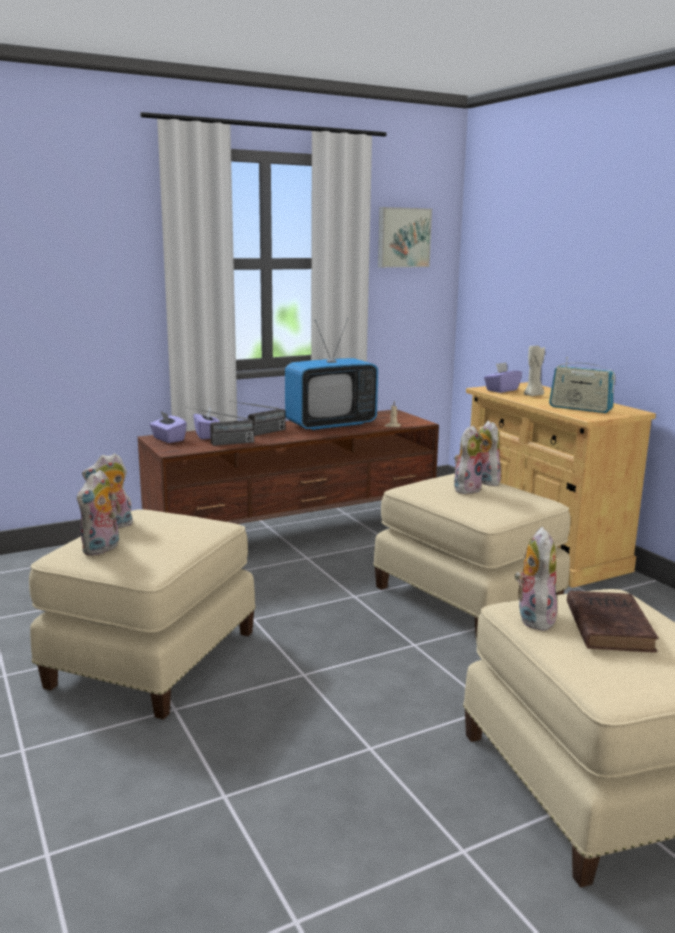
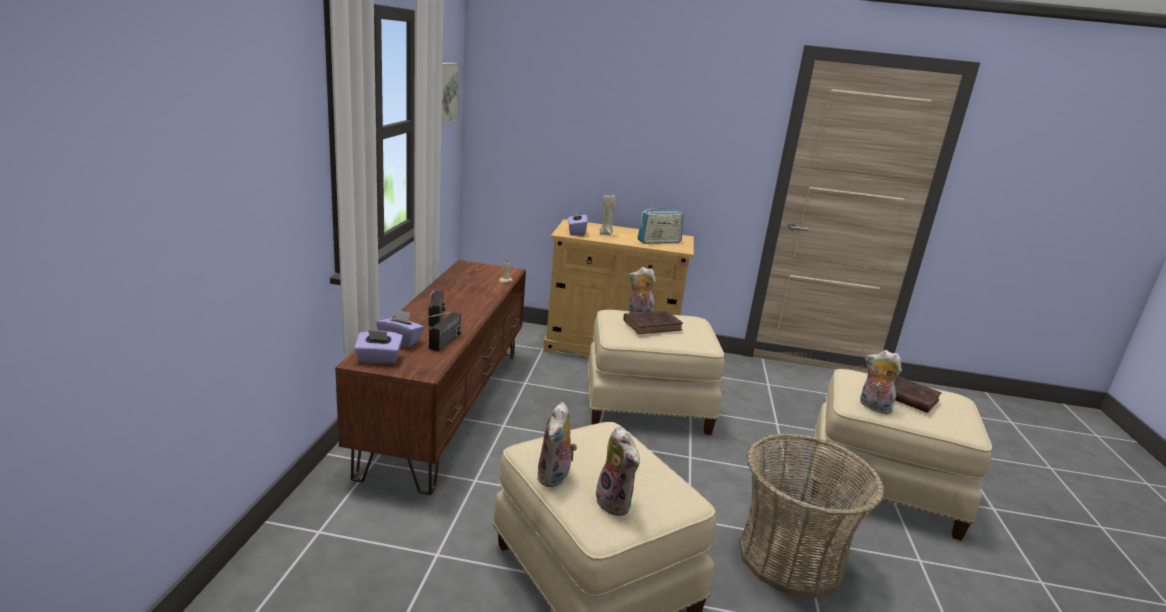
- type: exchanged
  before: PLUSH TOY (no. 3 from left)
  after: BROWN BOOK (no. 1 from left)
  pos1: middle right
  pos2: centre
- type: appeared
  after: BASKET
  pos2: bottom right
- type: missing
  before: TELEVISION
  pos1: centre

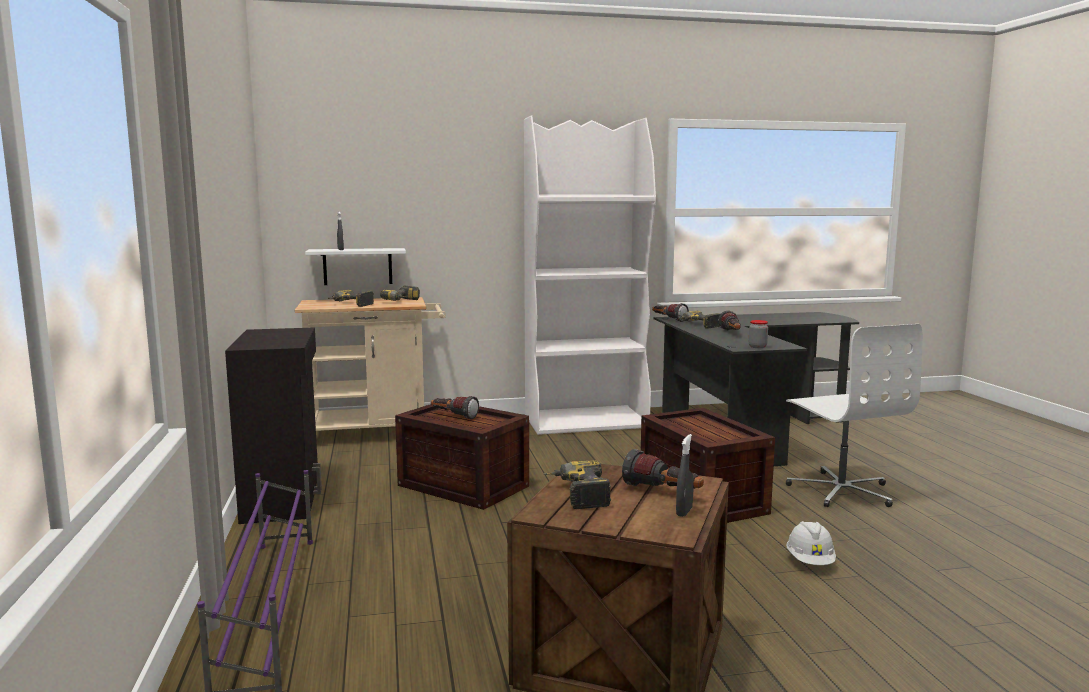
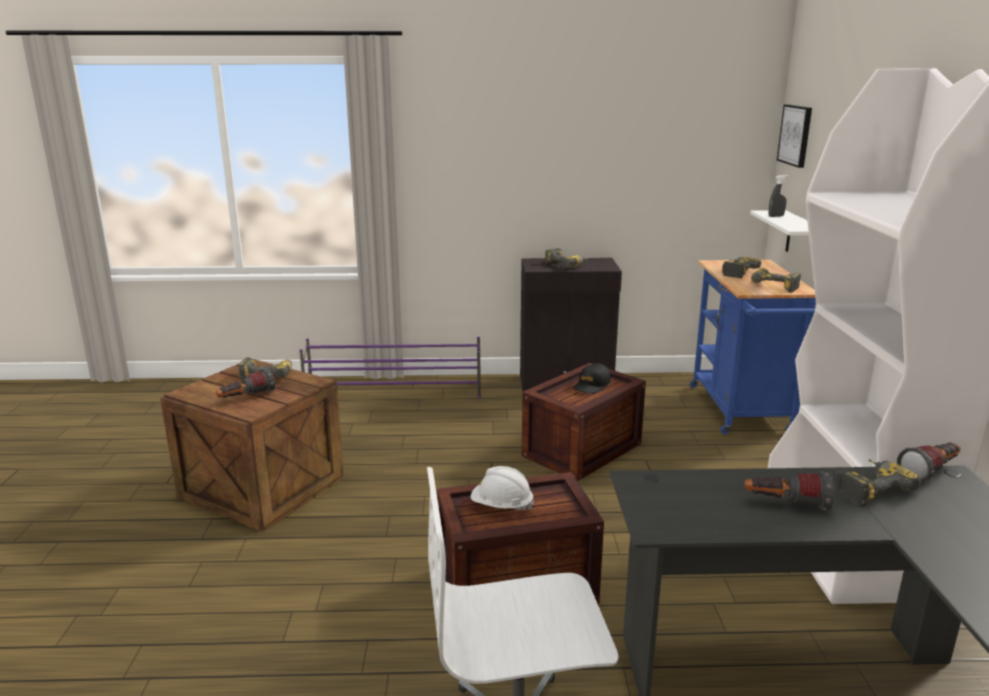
- type: relocated
  before: WHITE HARD HAT
  pos1: bottom right
  pos2: bottom centre
- type: appeared
  after: POWER DRILL (no. 2 from left)
  pos2: centre
- type: exchanged
  before: FLASHLIGHT (no. 1 from left)
  after: BLACK CAP
  pos1: centre
  pos2: centre
- type: colour
  before: BEIGE CART
  after: BLUE CART
  pos1: centre
  pos2: middle right
- type: appeared
  after: PICTURE
  pos2: top right
- type: missing
  before: GREY SPRAY BOTTLE (no. 2 from left)
  pos1: bottom centre
- type: missing
  before: JAR
  pos1: middle right

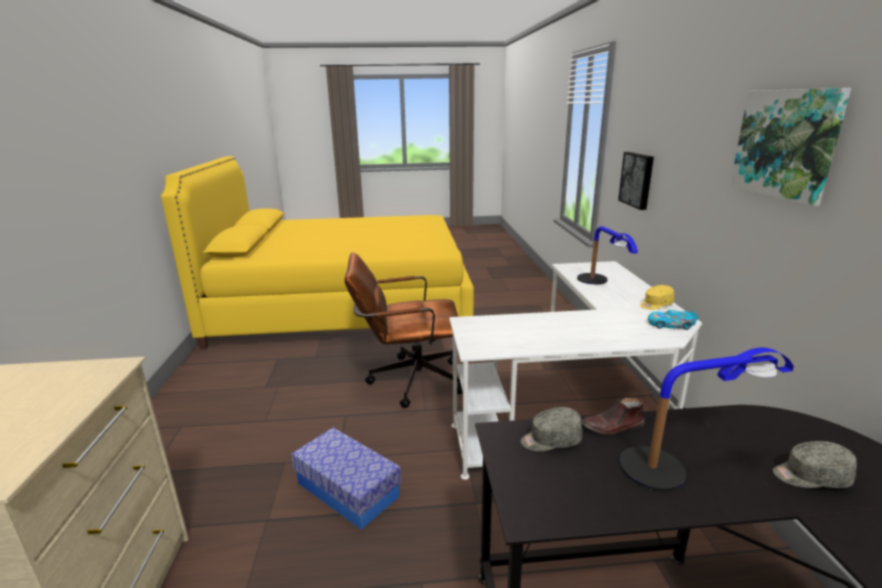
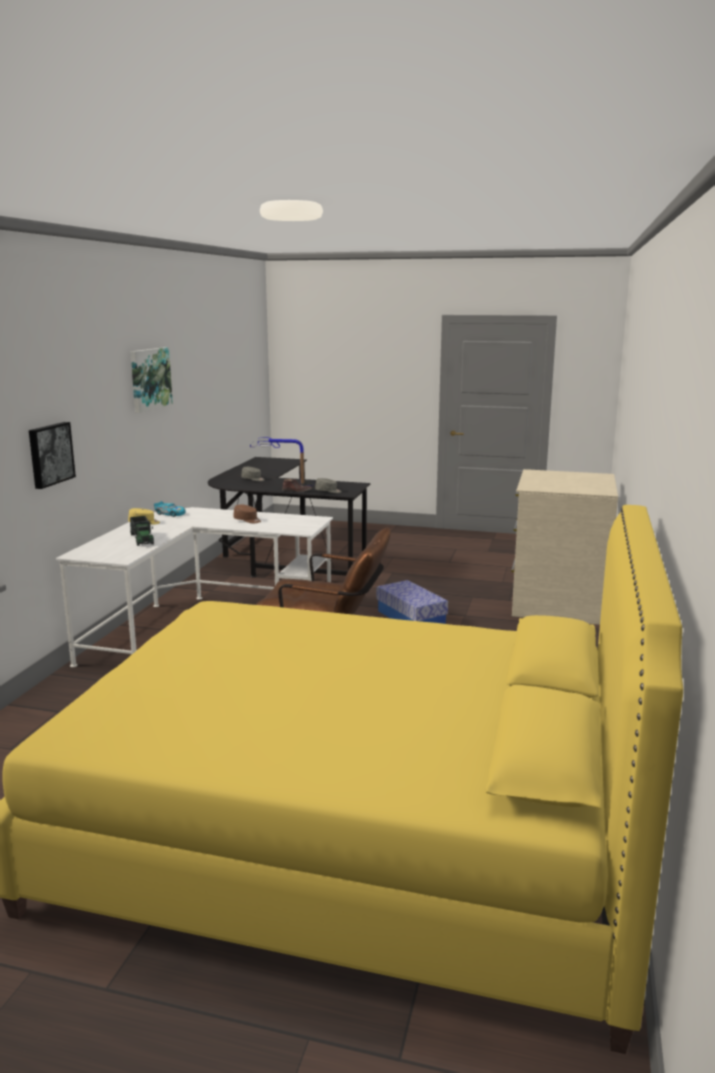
- type: exchanged
  before: TABLE LAMP (no. 1 from left)
  after: TOY TRUCK
  pos1: middle right
  pos2: middle left
- type: appeared
  after: BROWN CAP
  pos2: centre

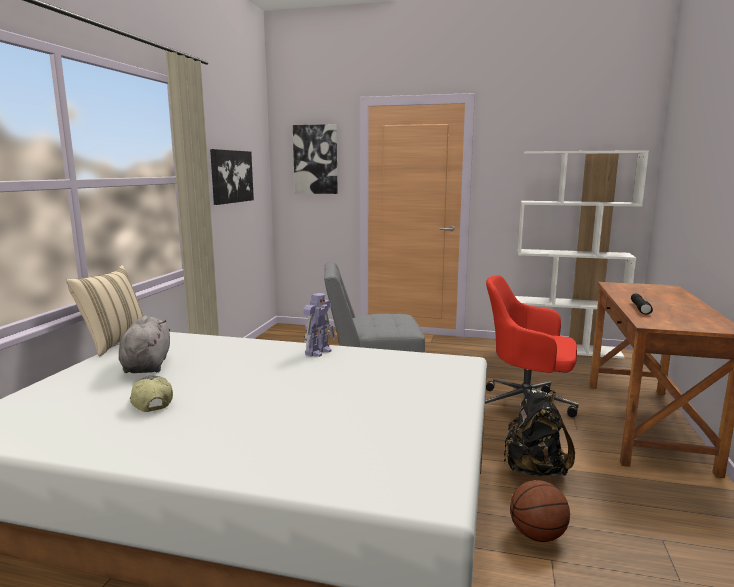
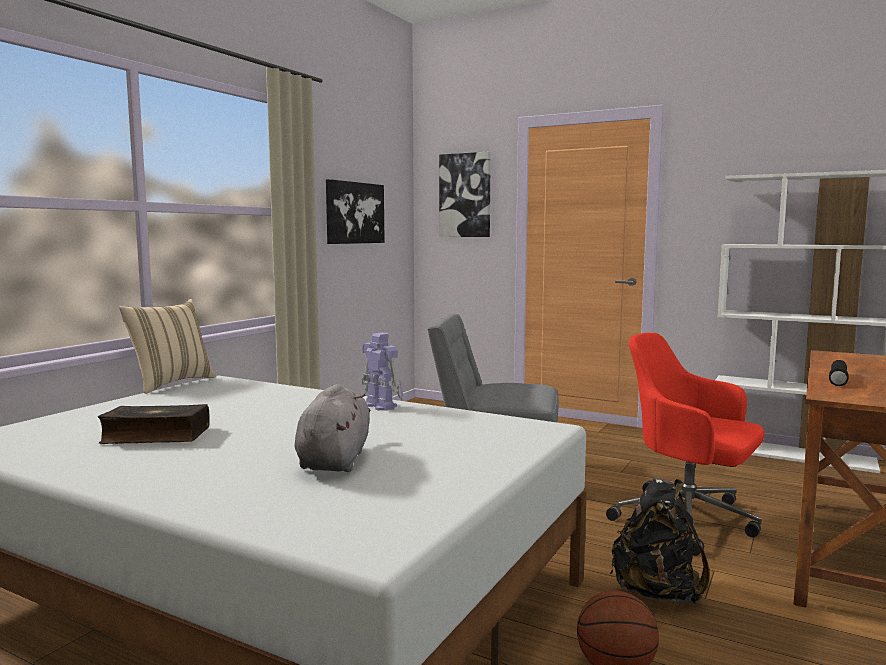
- type: exchanged
  before: CAP
  after: BOOK
  pos1: bottom left
  pos2: middle left
- type: relocated
  before: GREY PLUSH TOY
  pos1: middle left
  pos2: centre
- type: spun
  before: TOY ROBOT
  pos1: centre
  pos2: centre
  turn: -90

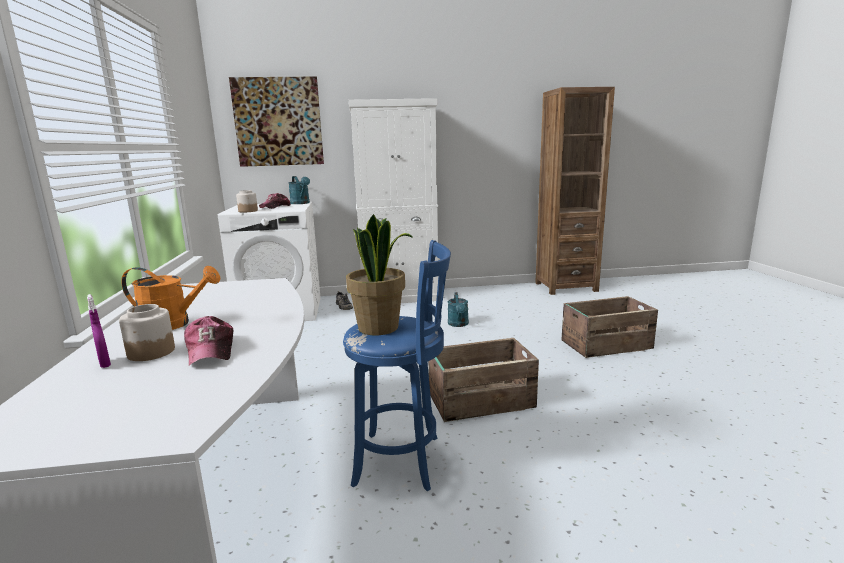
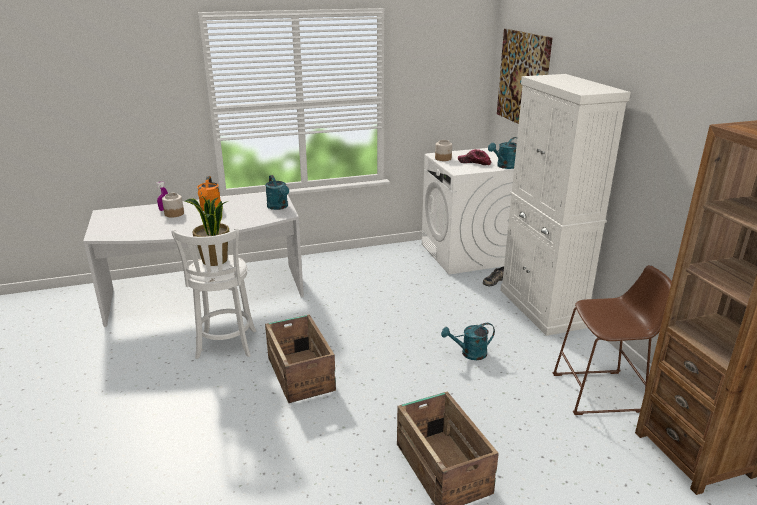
- type: colour
  before: BLUE STOOL
  after: WHITE STOOL
  pos1: centre
  pos2: middle left
- type: appeared
  after: TURQUOISE WATERING CAN (no. 1 from left)
  pos2: centre
- type: appeared
  after: BROWN STOOL
  pos2: bottom right
- type: missing
  before: CAP (no. 1 from left)
  pos1: middle left

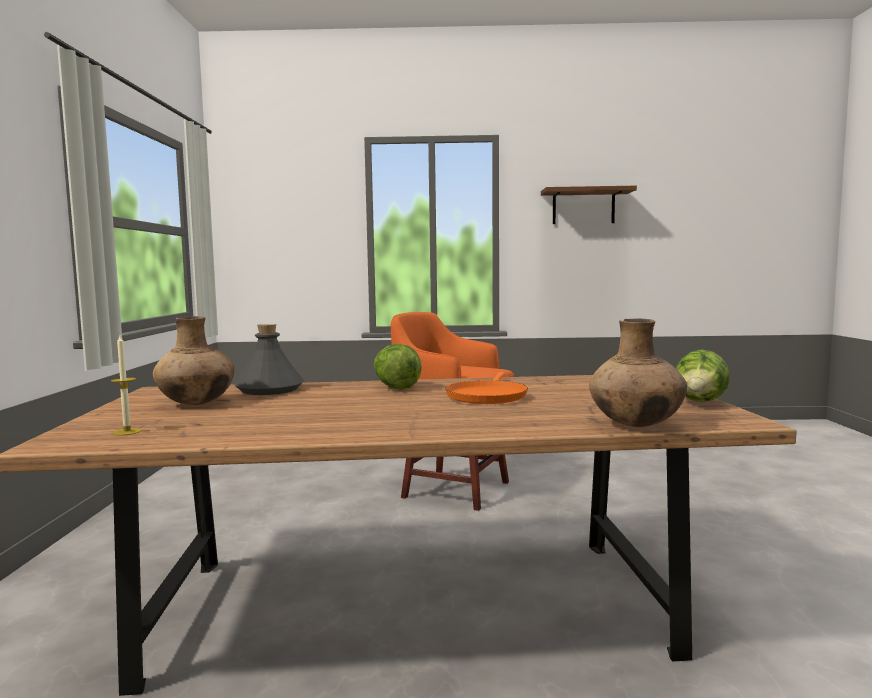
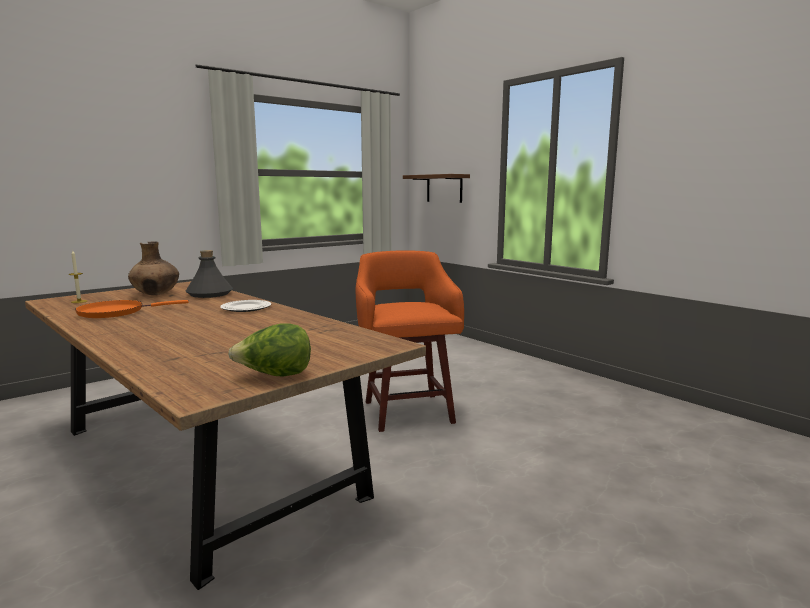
- type: relocated
  before: ORANGE FRYING PAN
  pos1: centre
  pos2: middle left
- type: exchanged
  before: LETTUCE (no. 1 from left)
  after: PLATE
  pos1: centre
  pos2: middle left
- type: relocated
  before: BROWN SHELF
  pos1: top right
  pos2: top centre
- type: missing
  before: BROWN VASE (no. 2 from left)
  pos1: middle right

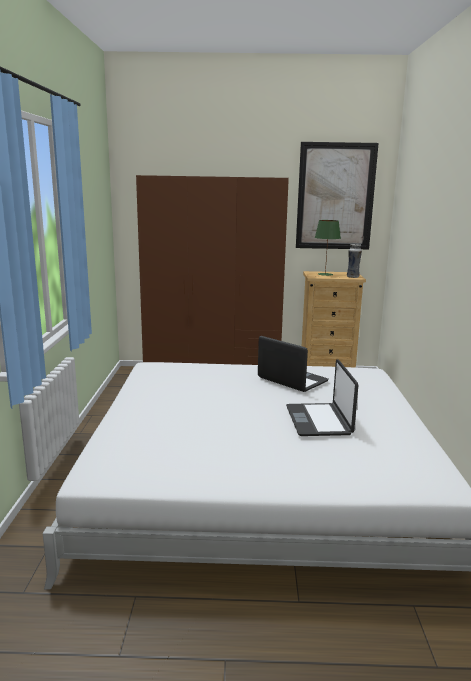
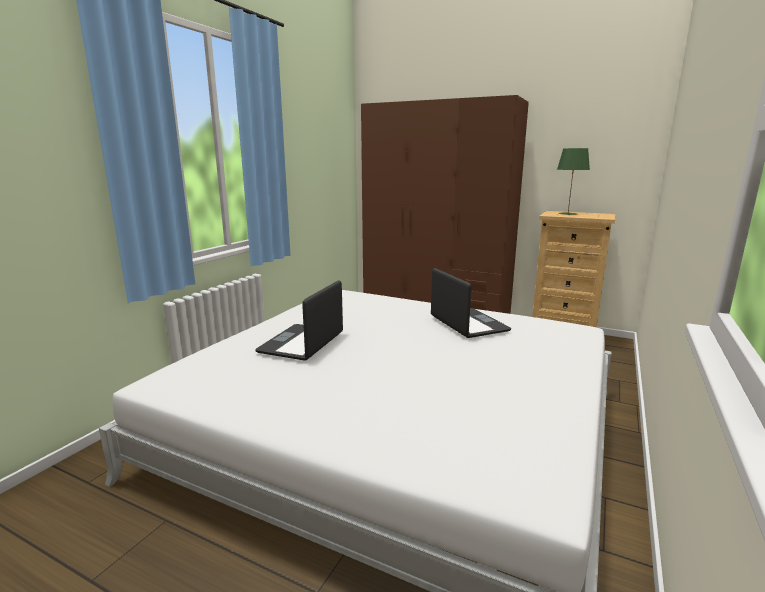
- type: relocated
  before: LAPTOP (no. 2 from left in the first image)
  after: LAPTOP (no. 1 from left)
  pos1: middle right
  pos2: centre
- type: missing
  before: PICTURE
  pos1: top right
- type: missing
  before: VASE
  pos1: middle right

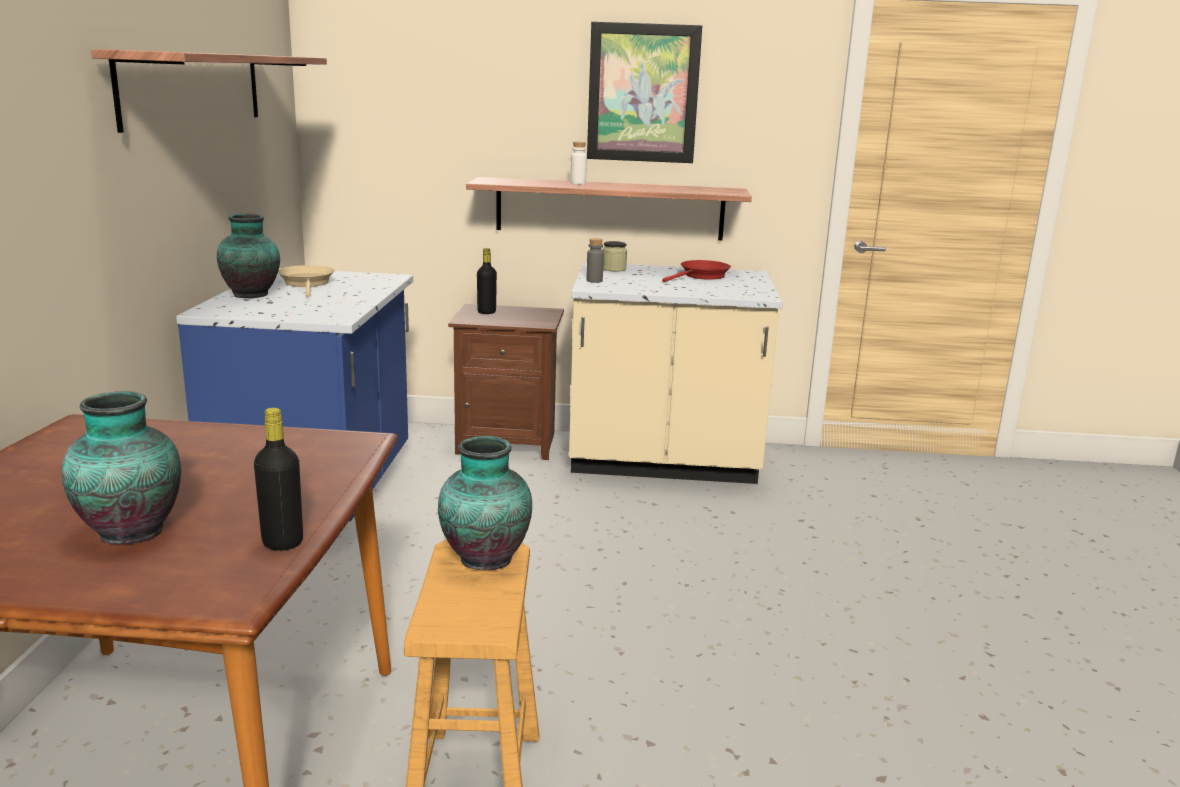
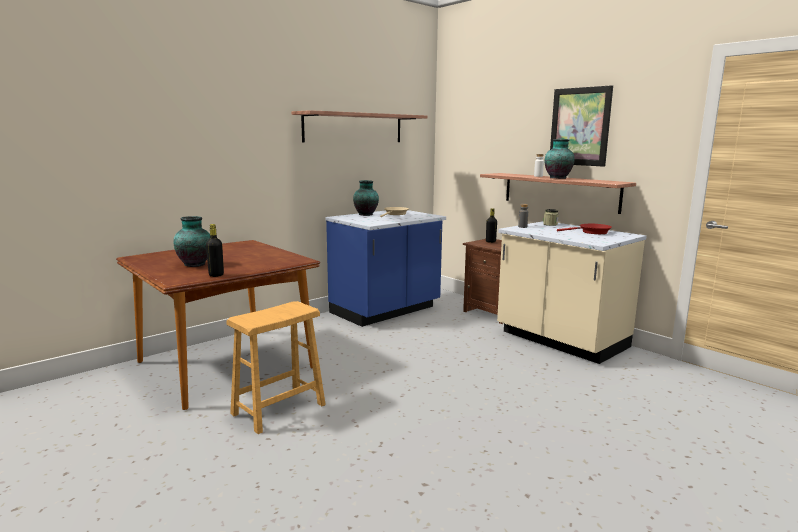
- type: relocated
  before: VASE (no. 3 from left)
  pos1: centre
  pos2: top right

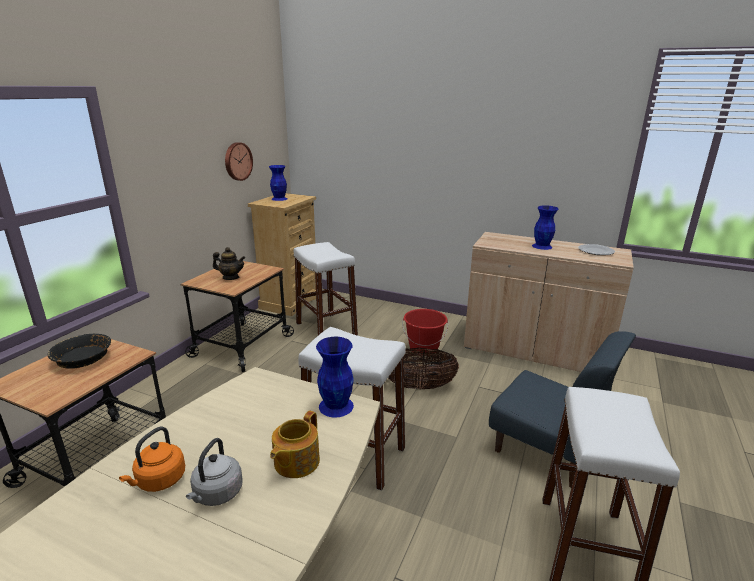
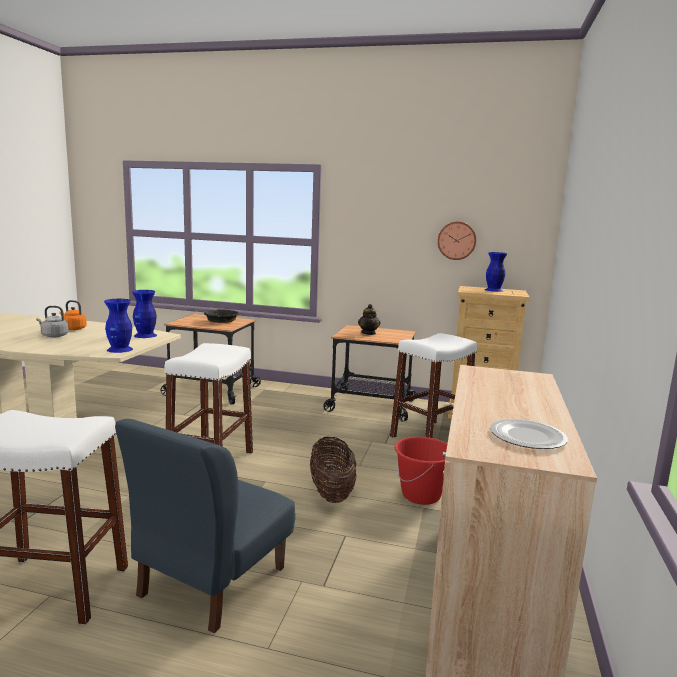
- type: relocated
  before: BLUE VASE (no. 3 from left in the first image)
  after: BLUE VASE (no. 2 from left)
  pos1: middle right
  pos2: middle left
- type: missing
  before: TEAPOT (no. 2 from left)
  pos1: bottom centre

